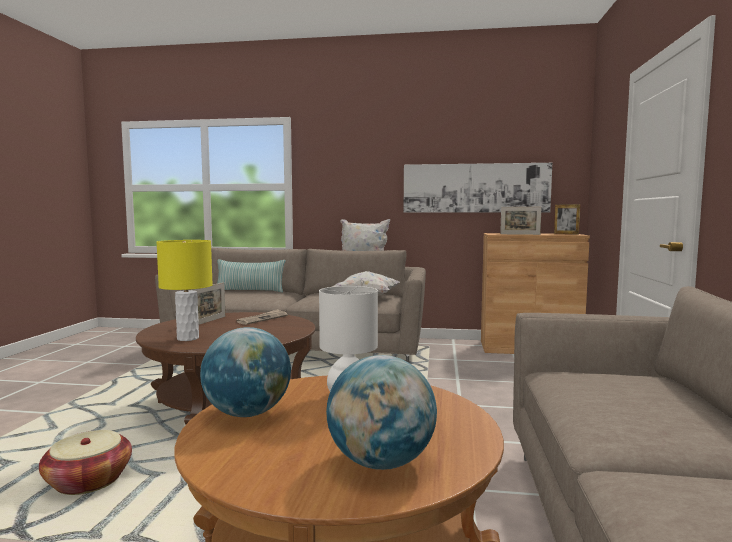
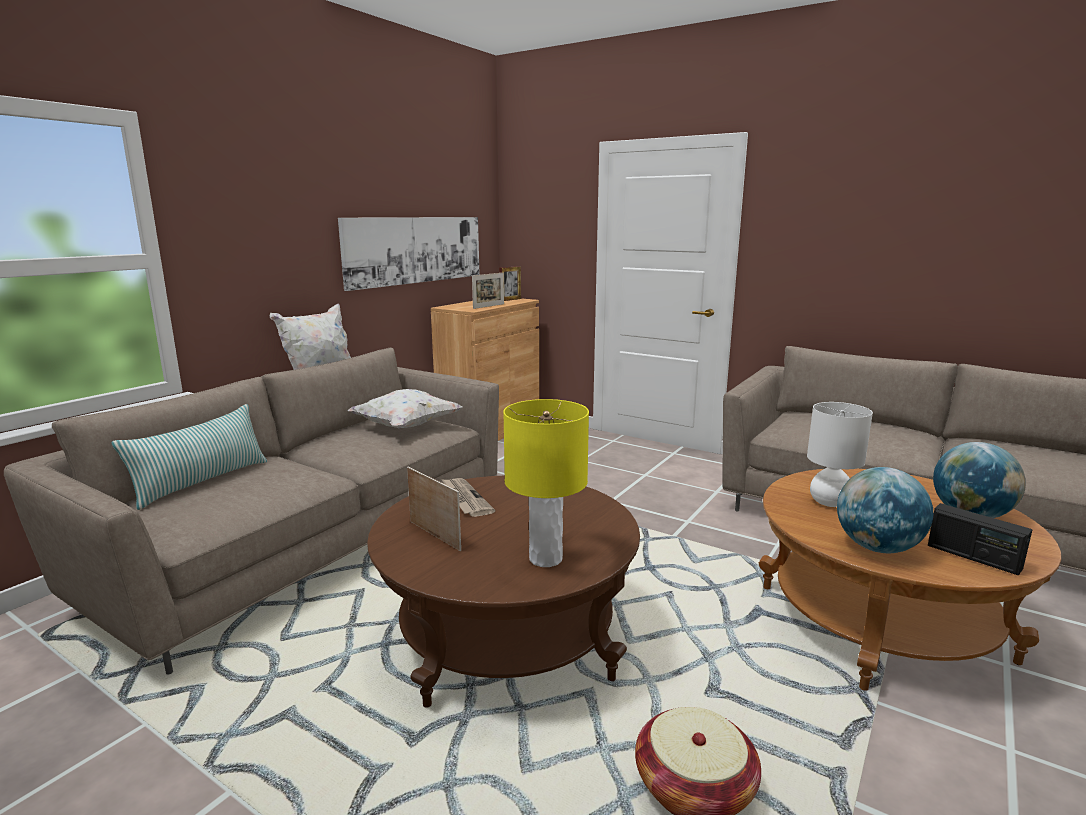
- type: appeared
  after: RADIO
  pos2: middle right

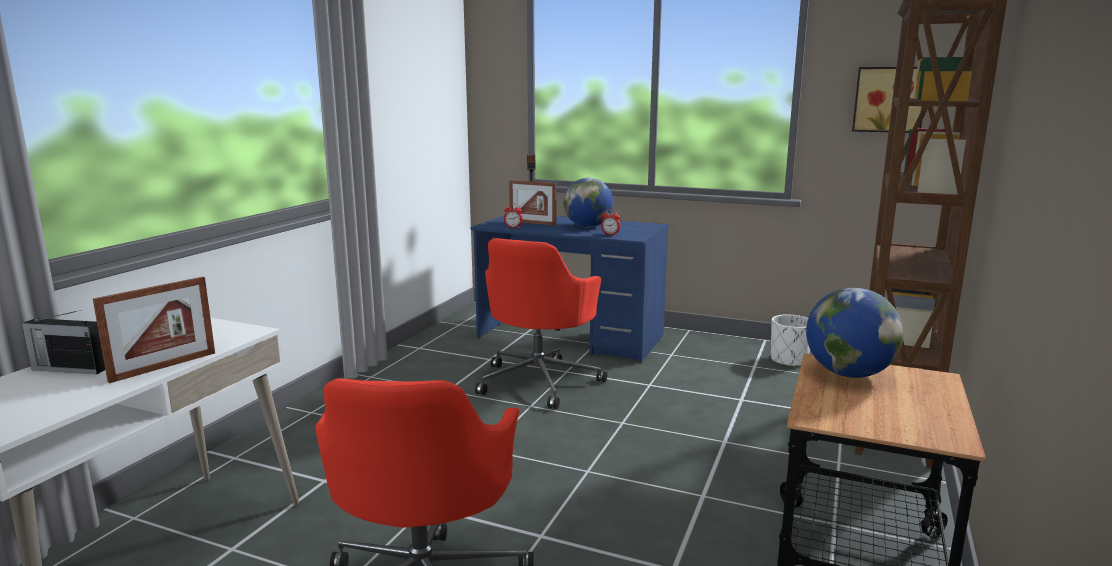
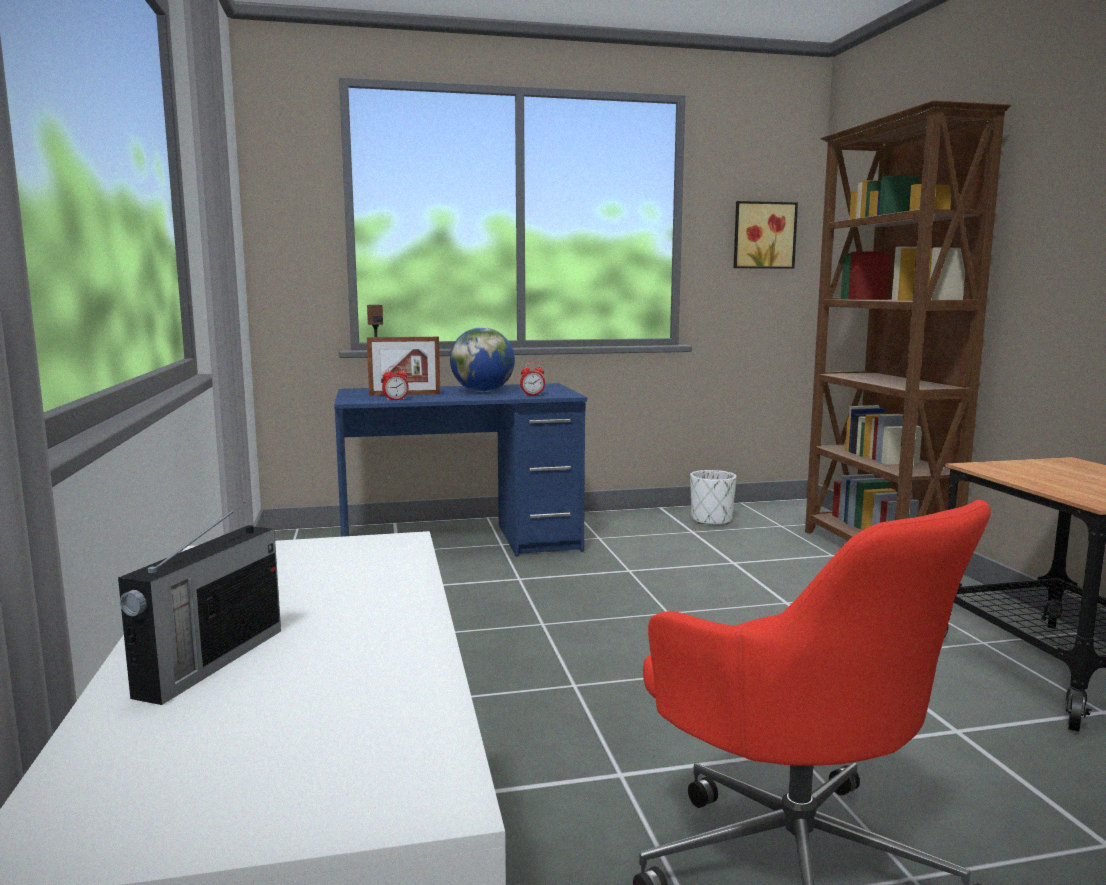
- type: spun
  before: RADIO
  pos1: middle left
  pos2: bottom left
  turn: -45
- type: missing
  before: PICTURE FRAME (no. 1 from left)
  pos1: middle left
- type: missing
  before: RED OFFICE CHAIR (no. 2 from left)
  pos1: centre
- type: missing
  before: GLOBE (no. 2 from left)
  pos1: middle right

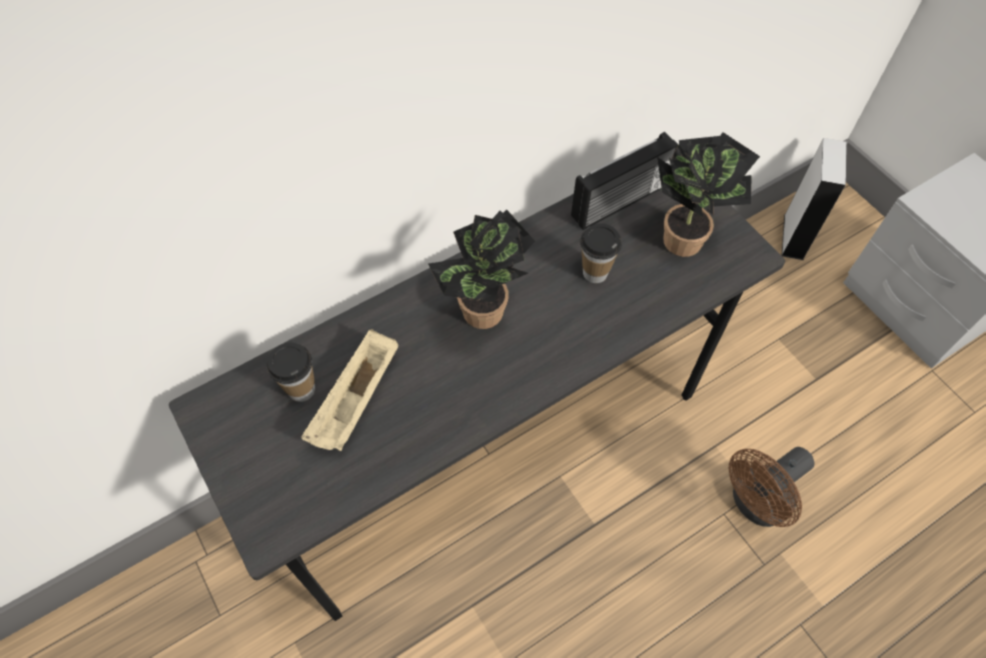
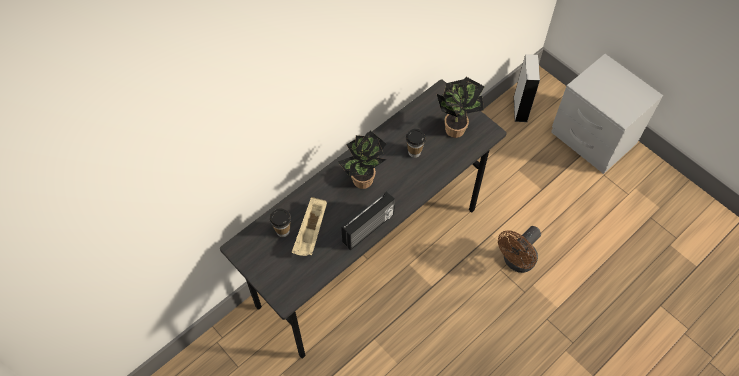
- type: relocated
  before: RADIO
  pos1: top centre
  pos2: centre

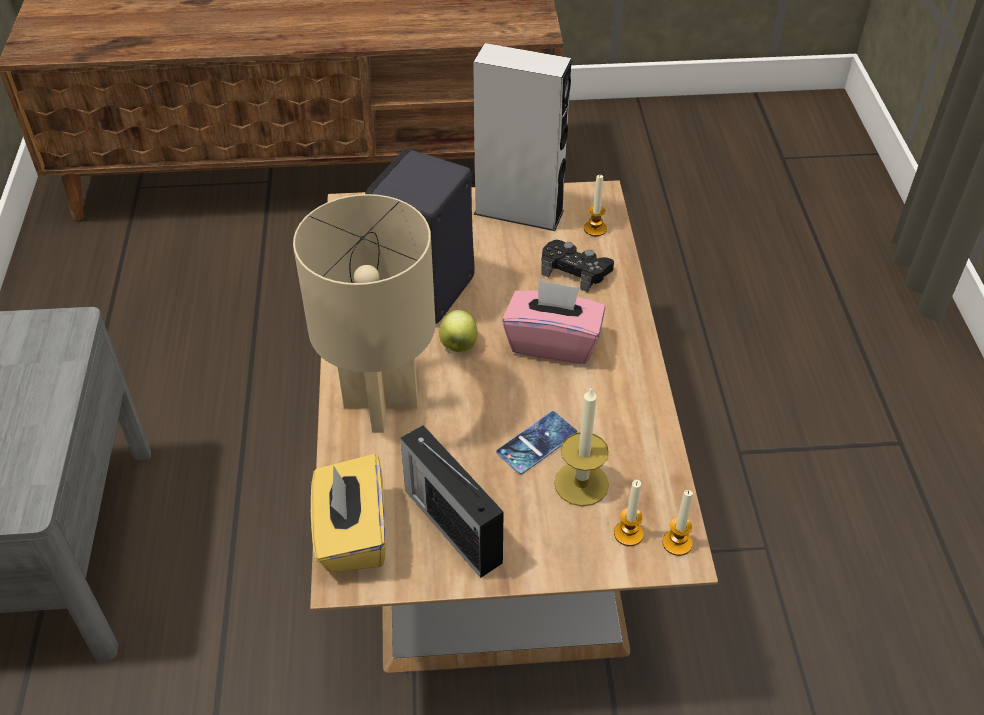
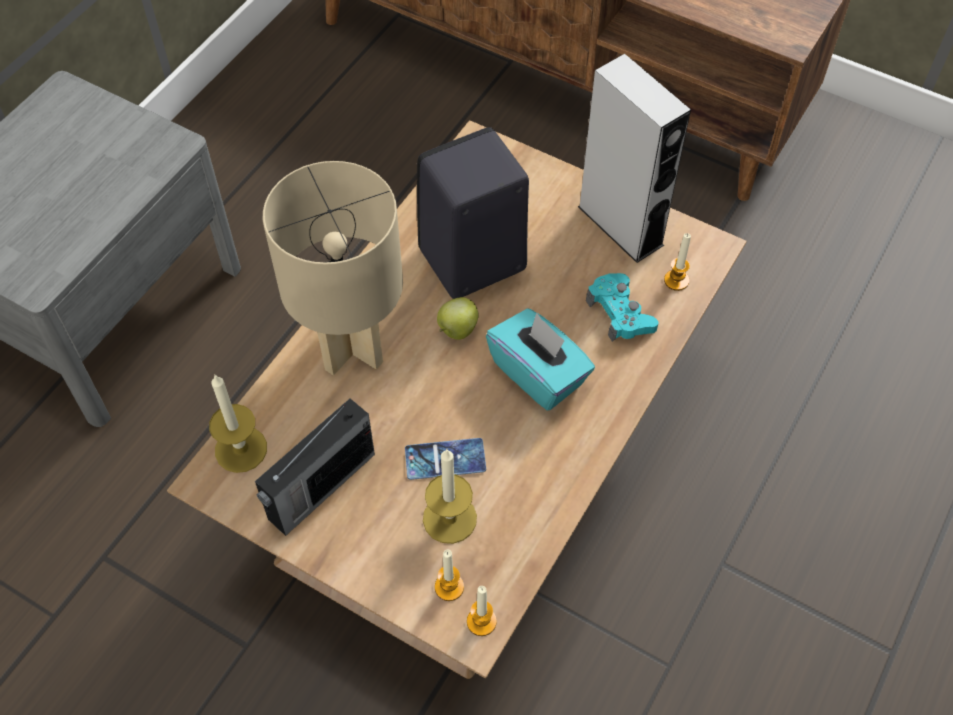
- type: exchanged
  before: YELLOW TISSUE BOX
  after: CANDLE (no. 1 from left)
  pos1: bottom centre
  pos2: middle left
- type: spun
  before: RADIO
  pos1: bottom centre
  pos2: middle left
  turn: -135
- type: colour
  before: PINK TISSUE BOX
  after: TURQUOISE TISSUE BOX
  pos1: centre
  pos2: centre
- type: colour
  before: BLACK GAME CONTROLLER
  after: TURQUOISE GAME CONTROLLER
  pos1: centre
  pos2: centre

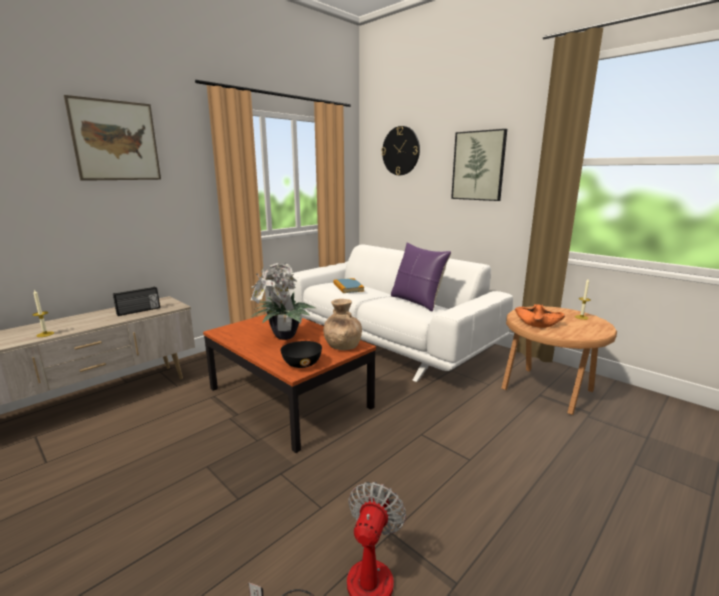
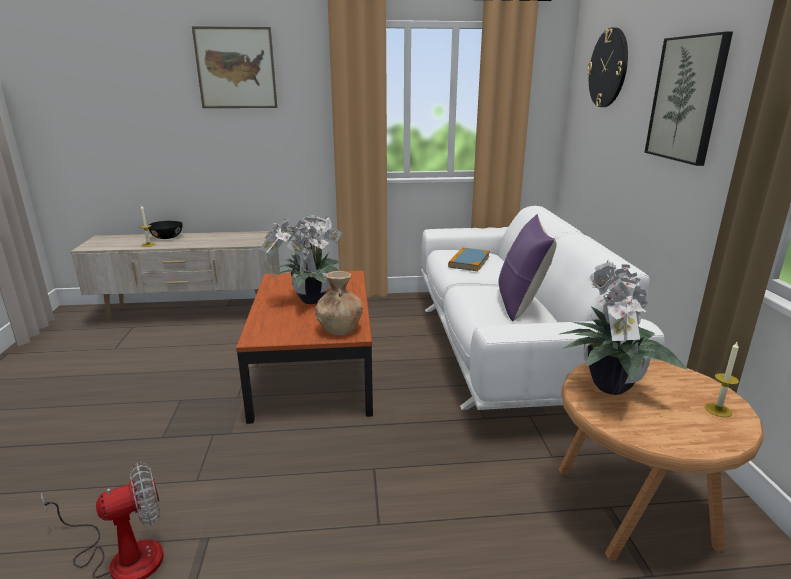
- type: relocated
  before: BLACK BOWL
  pos1: centre
  pos2: middle left
- type: exchanged
  before: ORANGE BOWL
  after: POTTED PLANT (no. 2 from left)
  pos1: middle right
  pos2: middle right
- type: missing
  before: RADIO
  pos1: middle left

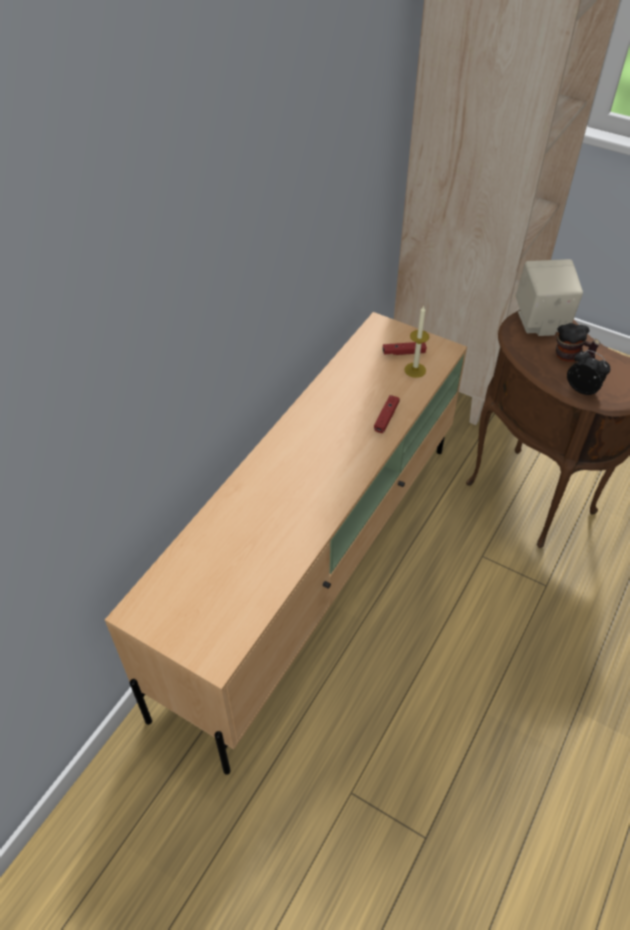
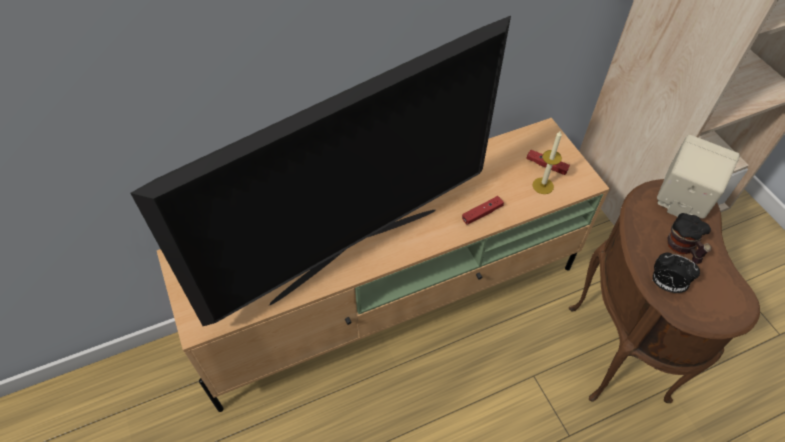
- type: appeared
  after: TELEVISION
  pos2: centre
- type: spun
  before: ALARM CLOCK
  pos1: middle right
  pos2: middle right
  turn: 135

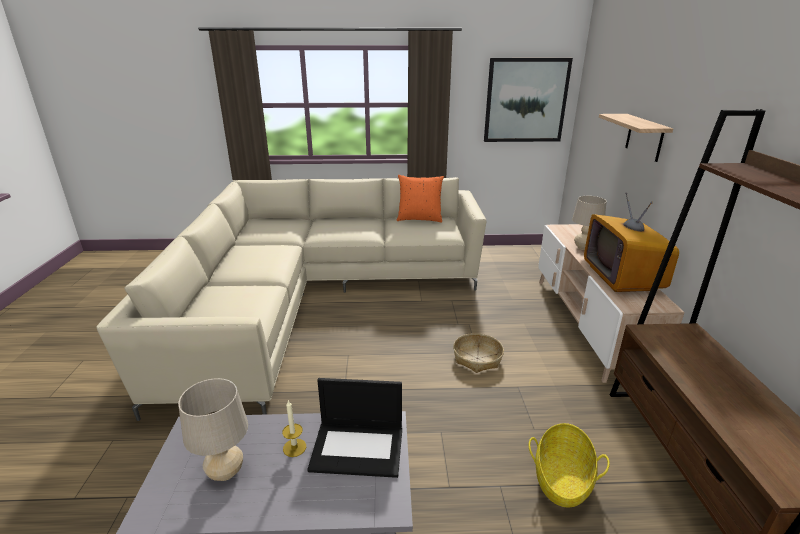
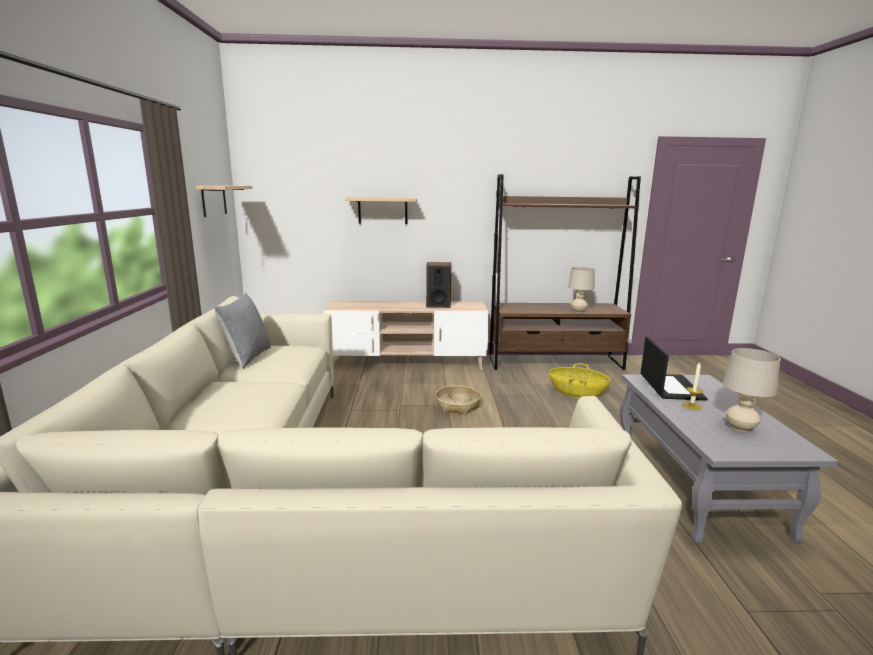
- type: exchanged
  before: PICTURE
  after: SHELF (no. 1 from left)
  pos1: top centre
  pos2: top left
- type: colour
  before: ORANGE PILLOW
  after: GREY PILLOW
  pos1: centre
  pos2: middle left
- type: exchanged
  before: TELEVISION
  after: SPEAKER
  pos1: middle right
  pos2: centre
- type: relocated
  before: BEIGE TABLE LAMP (no. 2 from left in the first image)
  after: BEIGE TABLE LAMP (no. 1 from left)
  pos1: middle right
  pos2: centre

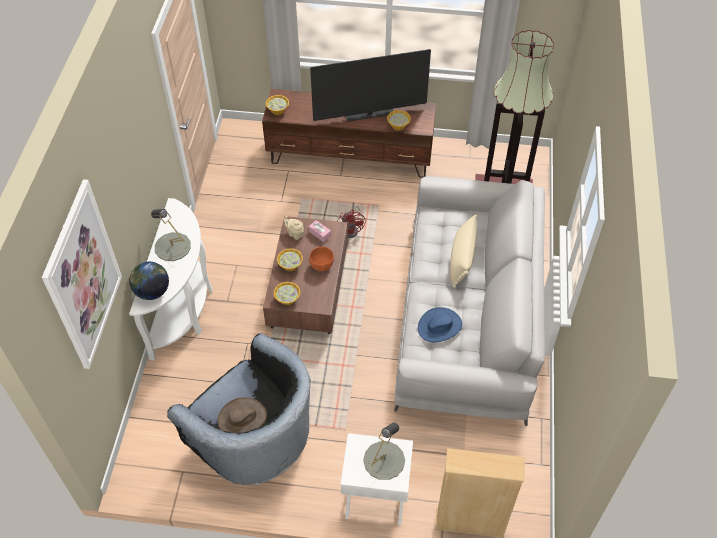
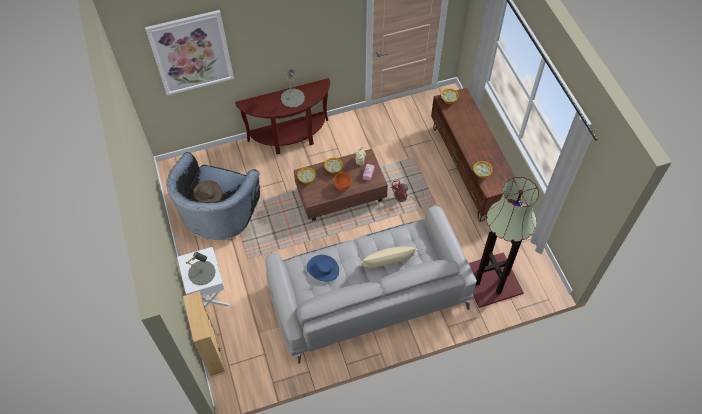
- type: colour
  before: WHITE CONSOLE TABLE
  after: BROWN CONSOLE TABLE
  pos1: middle left
  pos2: top centre
- type: missing
  before: GLOBE
  pos1: middle left
- type: missing
  before: TELEVISION
  pos1: top centre

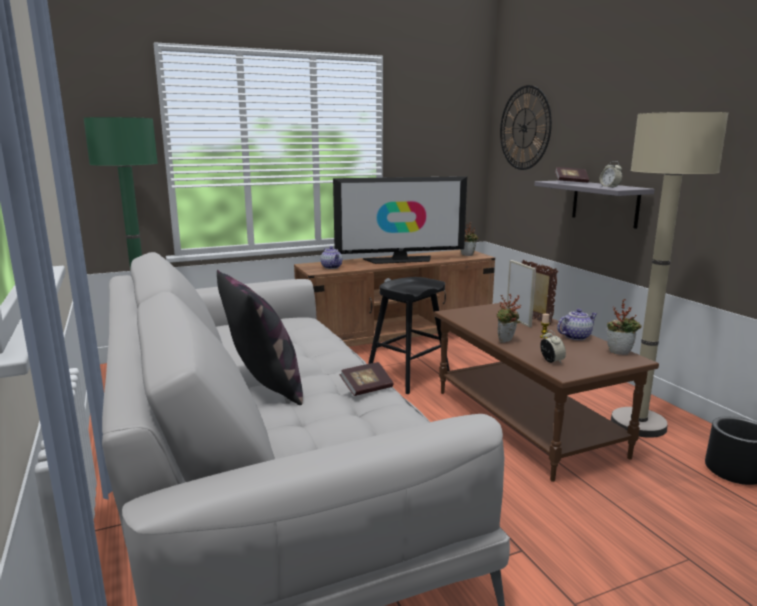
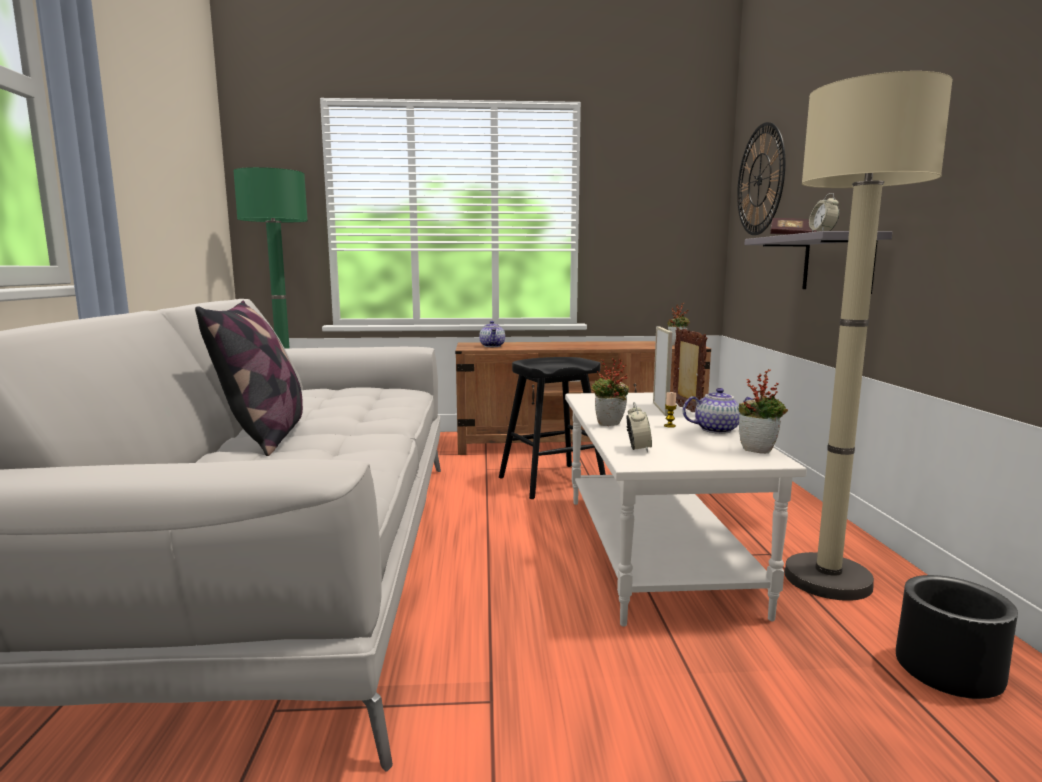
- type: colour
  before: BROWN COFFEE TABLE
  after: WHITE COFFEE TABLE
  pos1: middle right
  pos2: centre
- type: missing
  before: TELEVISION
  pos1: centre
- type: missing
  before: BOOK (no. 1 from left)
  pos1: centre

